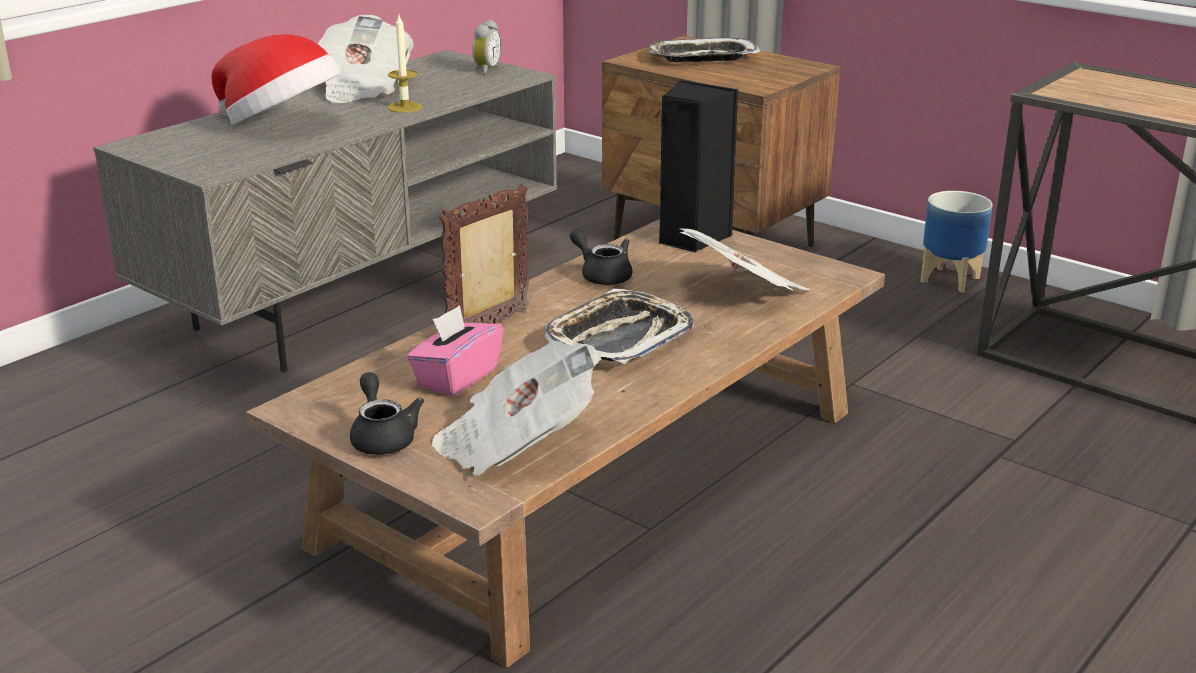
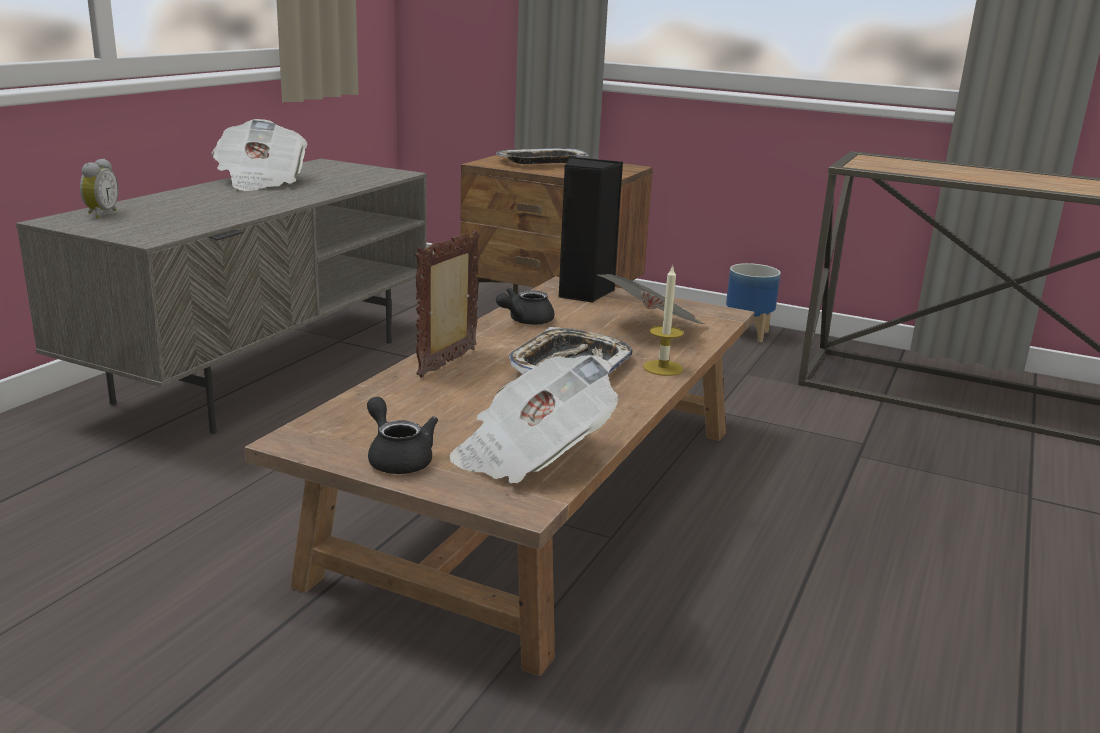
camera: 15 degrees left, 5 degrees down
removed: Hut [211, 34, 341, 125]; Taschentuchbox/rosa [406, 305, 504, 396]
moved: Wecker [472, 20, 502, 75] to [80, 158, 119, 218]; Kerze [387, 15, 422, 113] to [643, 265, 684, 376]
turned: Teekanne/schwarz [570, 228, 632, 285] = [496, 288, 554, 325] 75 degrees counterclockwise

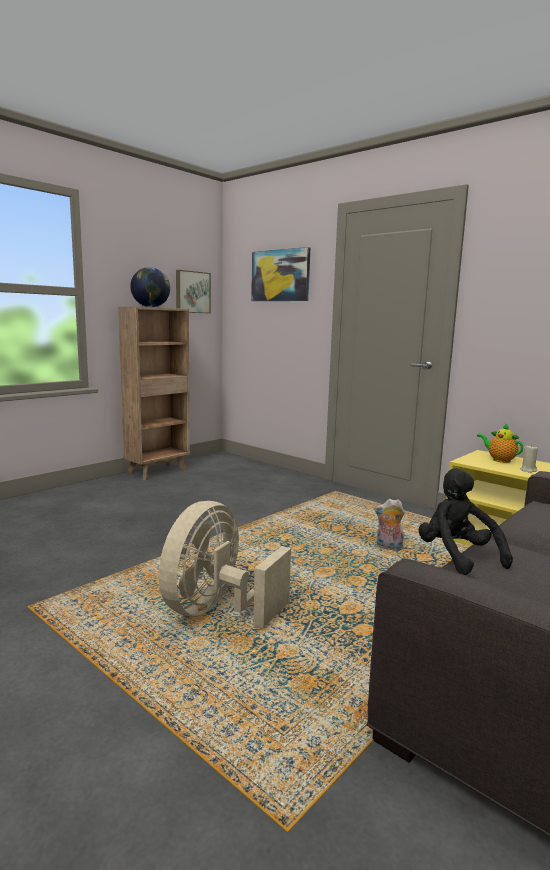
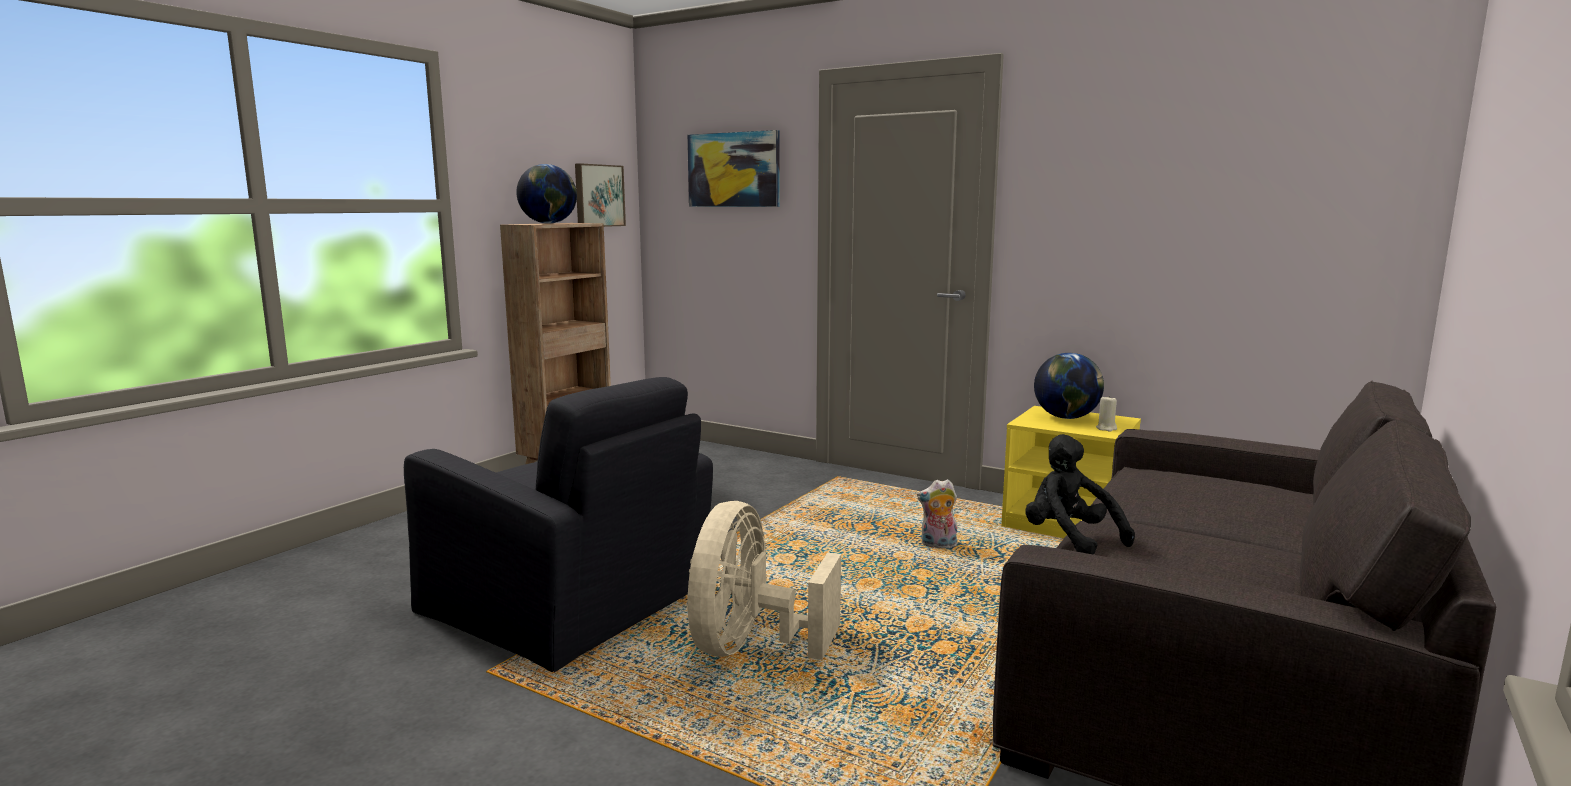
camera: 10 degrees left, 0 degrees up
added: Sessel/schwarz [404, 377, 713, 672]
replaced: Teekanne [477, 423, 523, 463] to Globus [1034, 353, 1104, 419]

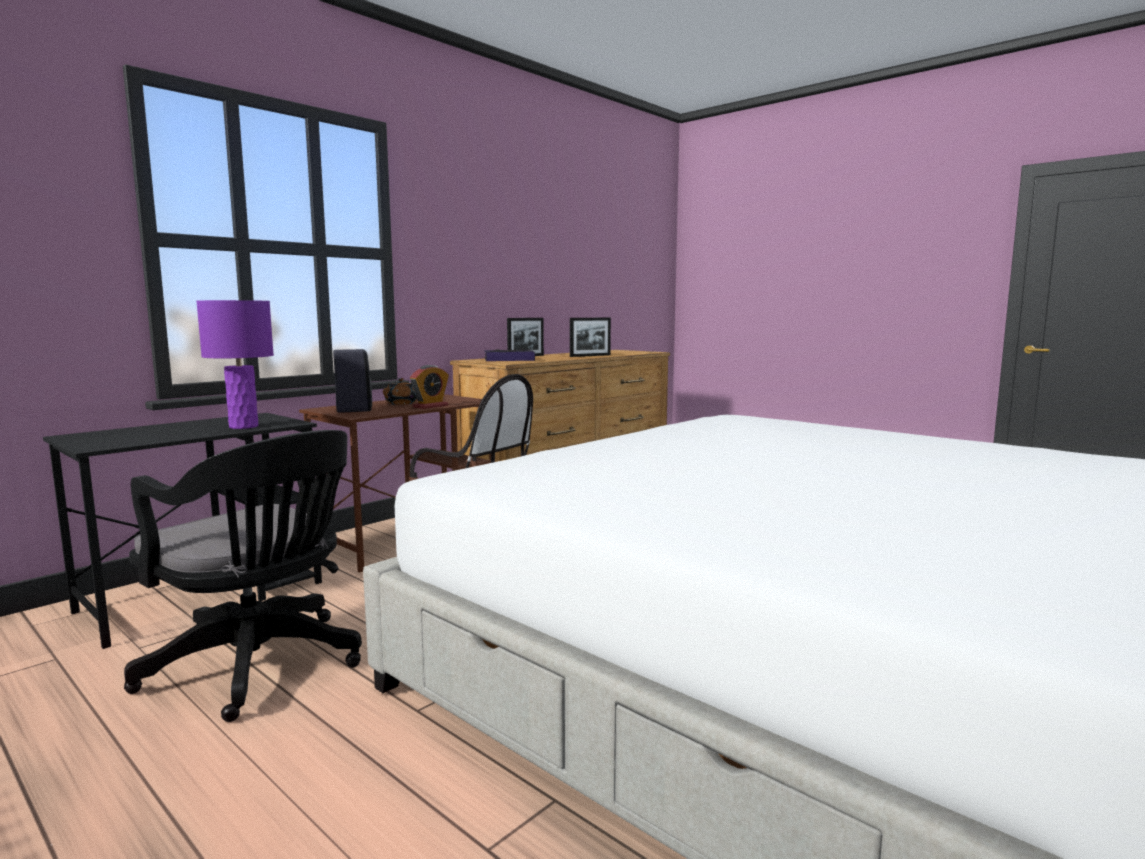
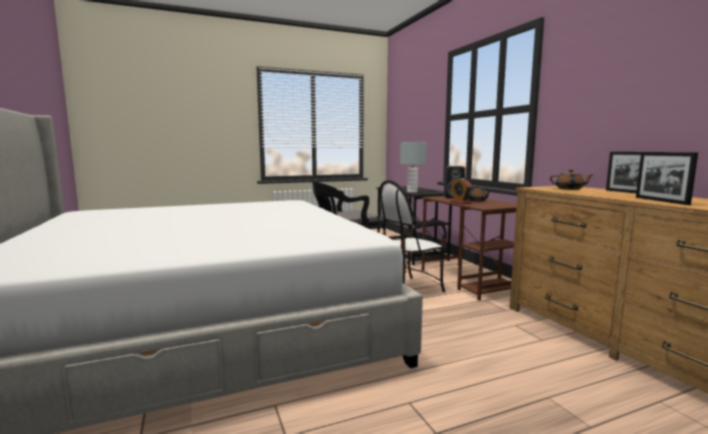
camera: 115 degrees right, 0 degrees up
replaced: Buch [484, 349, 535, 361] to Teekanne/braun [550, 170, 594, 190]
recoloured: Tischlampe/lila [197, 300, 274, 429] to Tischlampe/grau [400, 142, 427, 193]

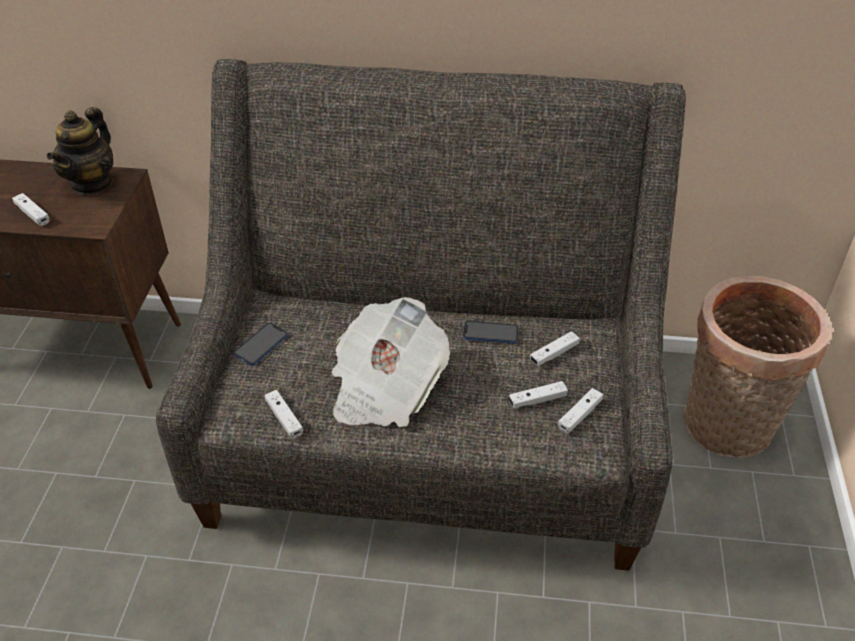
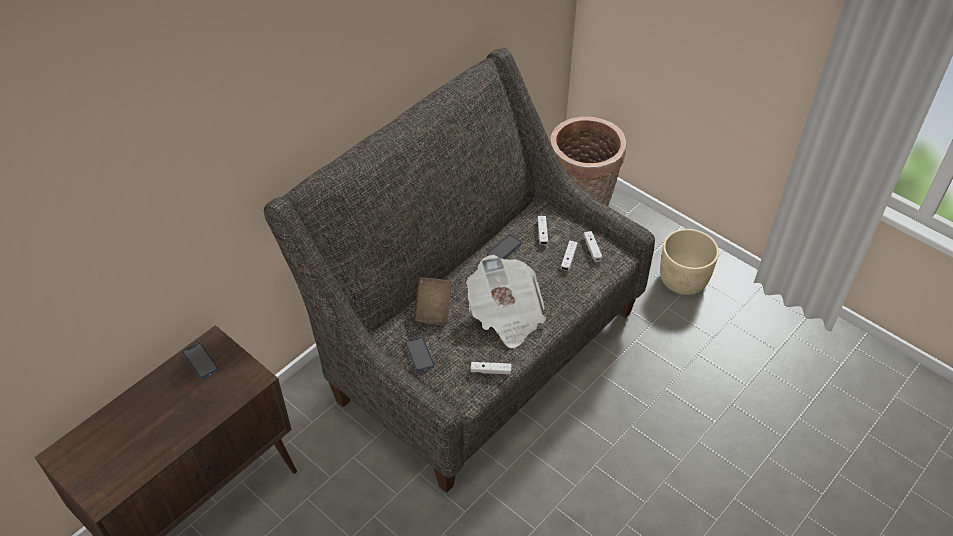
camera: 55 degrees left, 5 degrees up
removed: Gamepad/weiß [12, 193, 50, 226]
added: Buch/braun [414, 277, 451, 325]; Pflanzkübel/beige [660, 229, 719, 295]
replaced: Teekanne [47, 107, 113, 195] to Handy [182, 343, 219, 379]

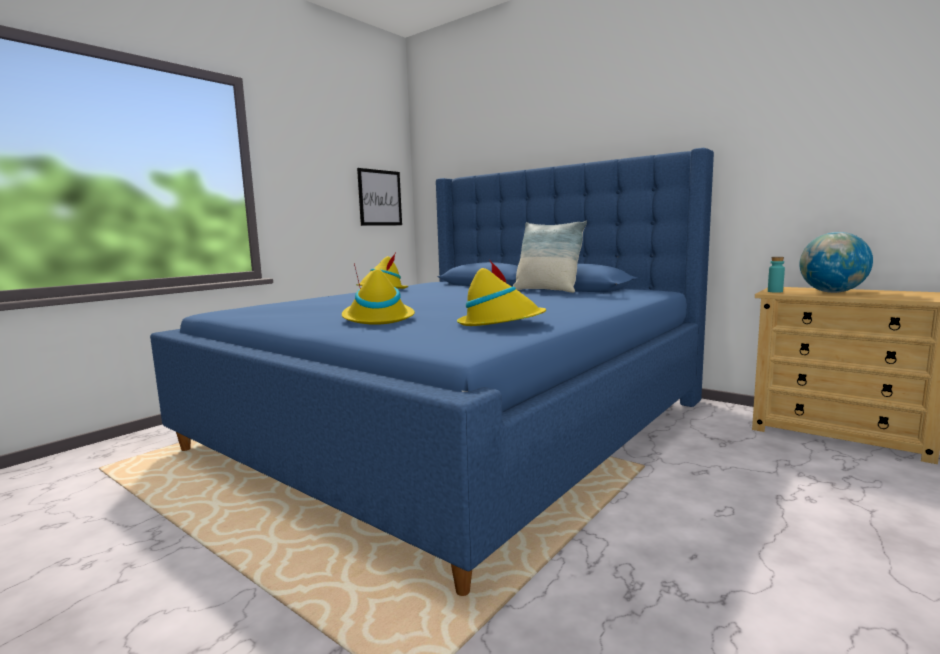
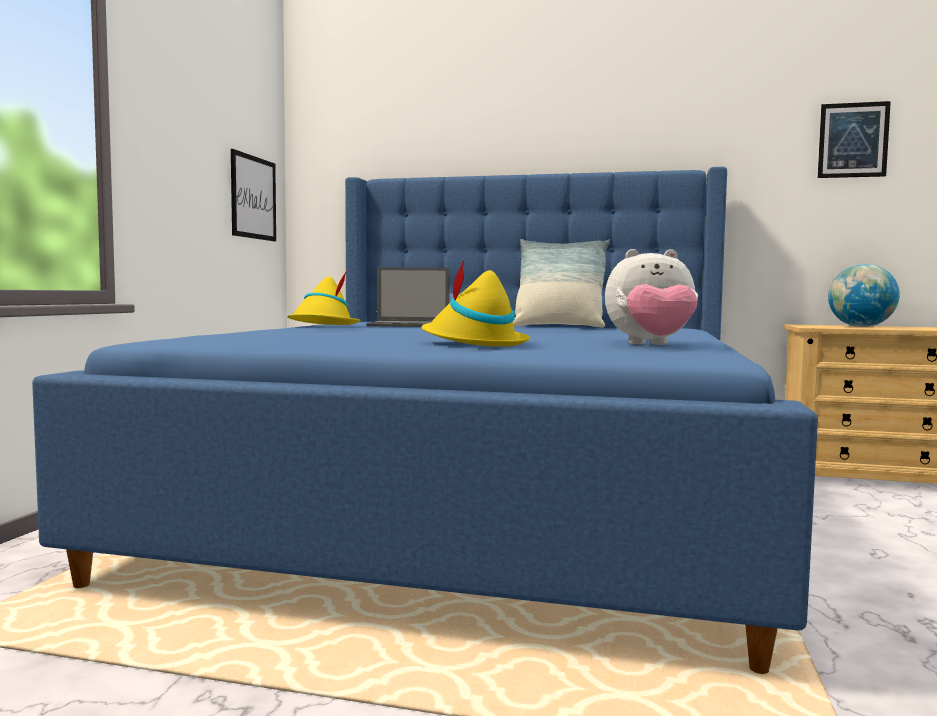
camera: 25 degrees left, 5 degrees down
removed: Flasche/türkis [768, 257, 785, 293]
added: Laptop [367, 267, 450, 327]; Bild [818, 101, 891, 178]
replaced: Hut/gelb [457, 261, 546, 326] to Plüschtier [605, 249, 698, 345]

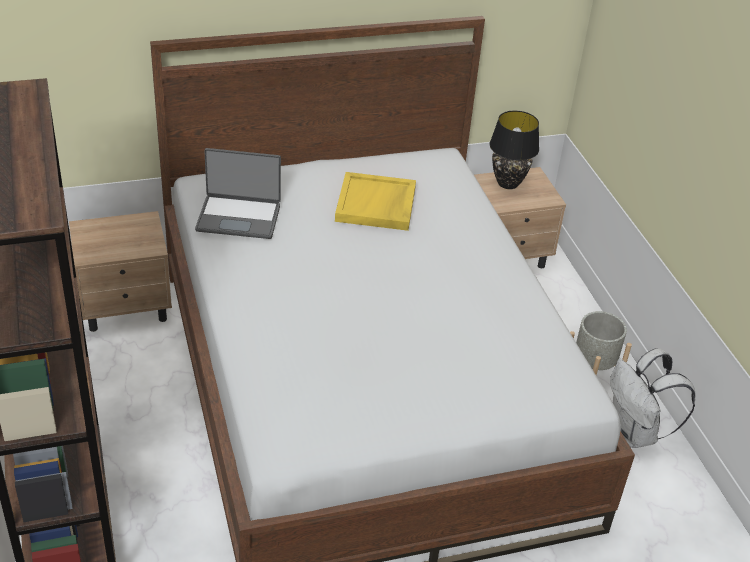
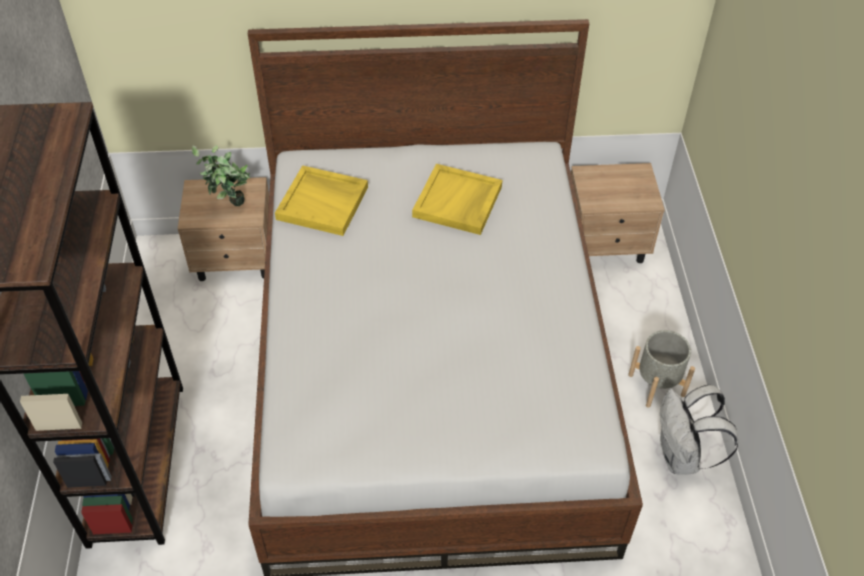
camera: 15 degrees right, 10 degrees up
removed: Tischlampe/schwarz [490, 110, 539, 189]
added: Topfpflanze [192, 145, 250, 206]
replaced: Laptop [195, 148, 281, 239] to Tablett/gelb [275, 165, 368, 236]

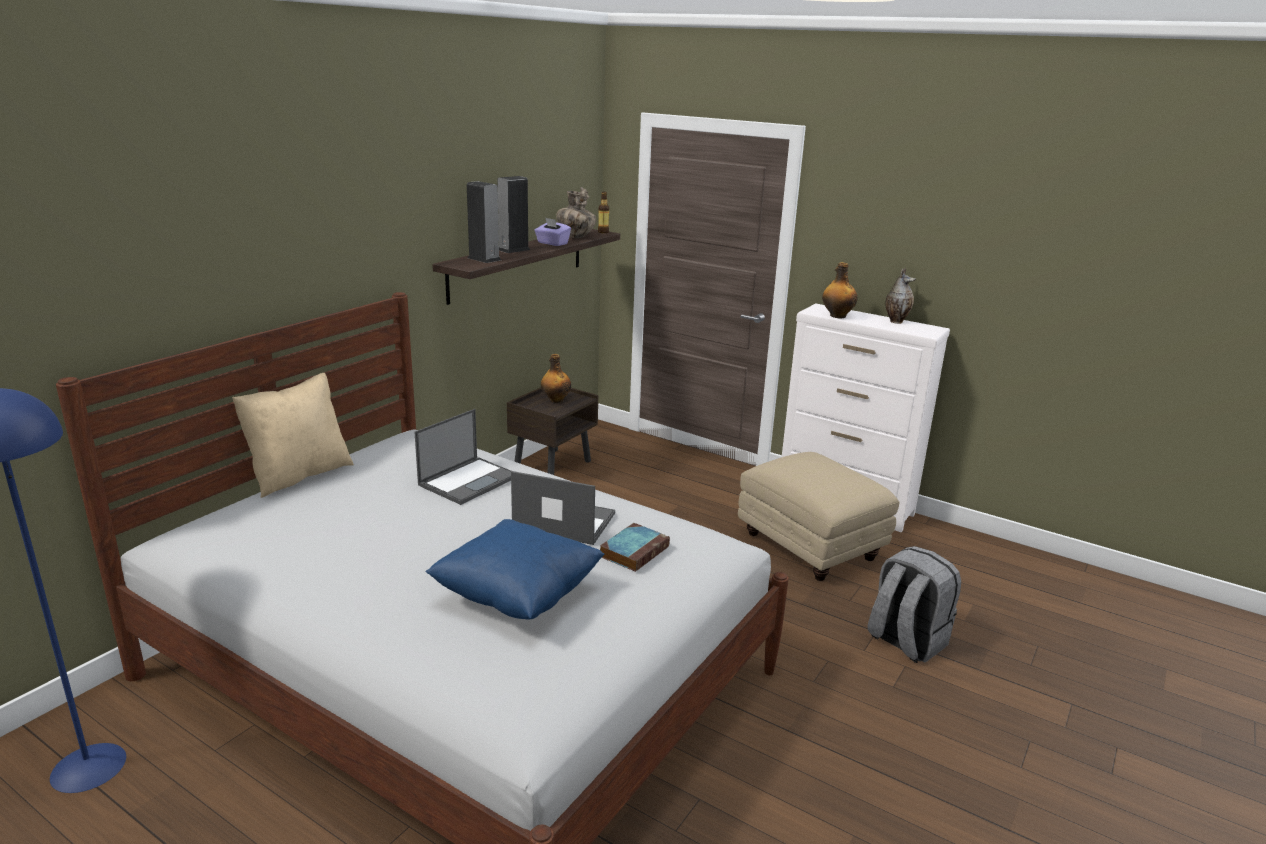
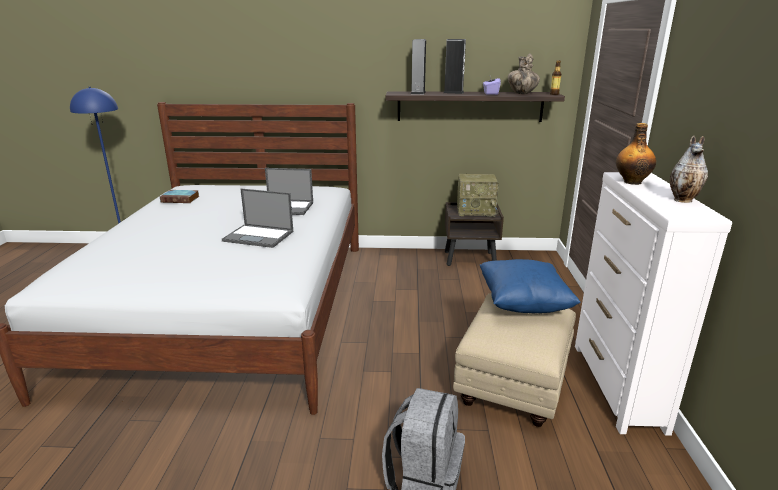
camera: 60 degrees right, 0 degrees up
removed: Kissen/beige [232, 373, 354, 498]
moved: Buch [600, 523, 670, 572] to [160, 190, 200, 203]; Kissen/blau [426, 519, 605, 620] to [480, 259, 581, 313]
replaced: Flasche [541, 354, 571, 403] to Radio [457, 174, 499, 217]
turned: Laptop [511, 471, 615, 545] = [222, 189, 293, 248] 120 degrees clockwise

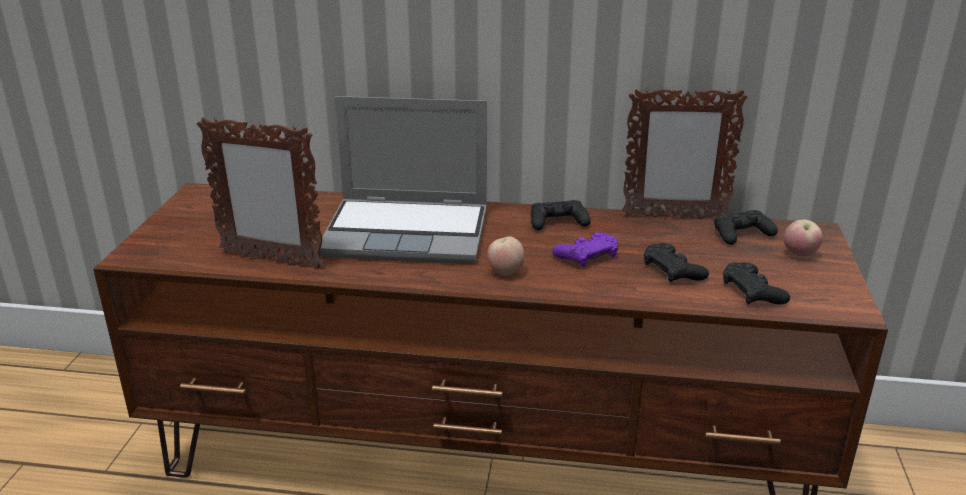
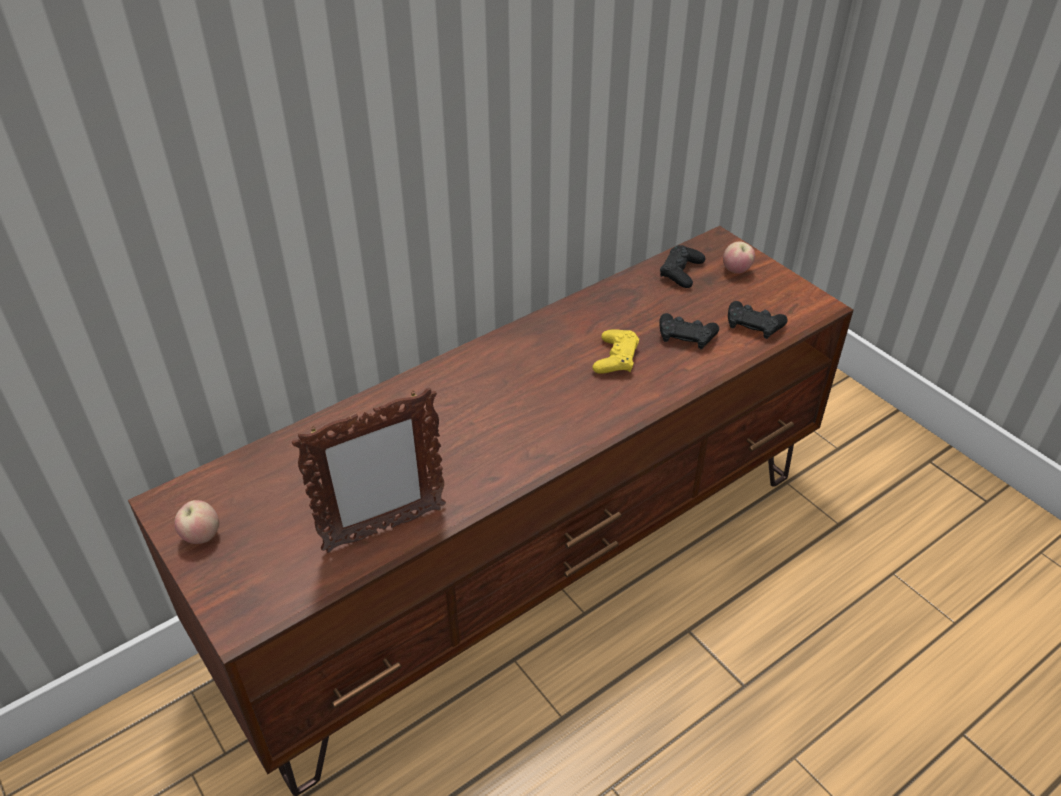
camera: 45 degrees left, 15 degrees up
removed: Laptop [320, 96, 487, 264]; Gamepad/schwarz [531, 200, 591, 230]; Bilderrahmen [622, 88, 748, 219]
moved: Apfel [487, 236, 525, 276] to [174, 500, 219, 544]
recoloured: Gamepad/lila [552, 232, 618, 268] to Gamepad/gelb [592, 329, 639, 374]

